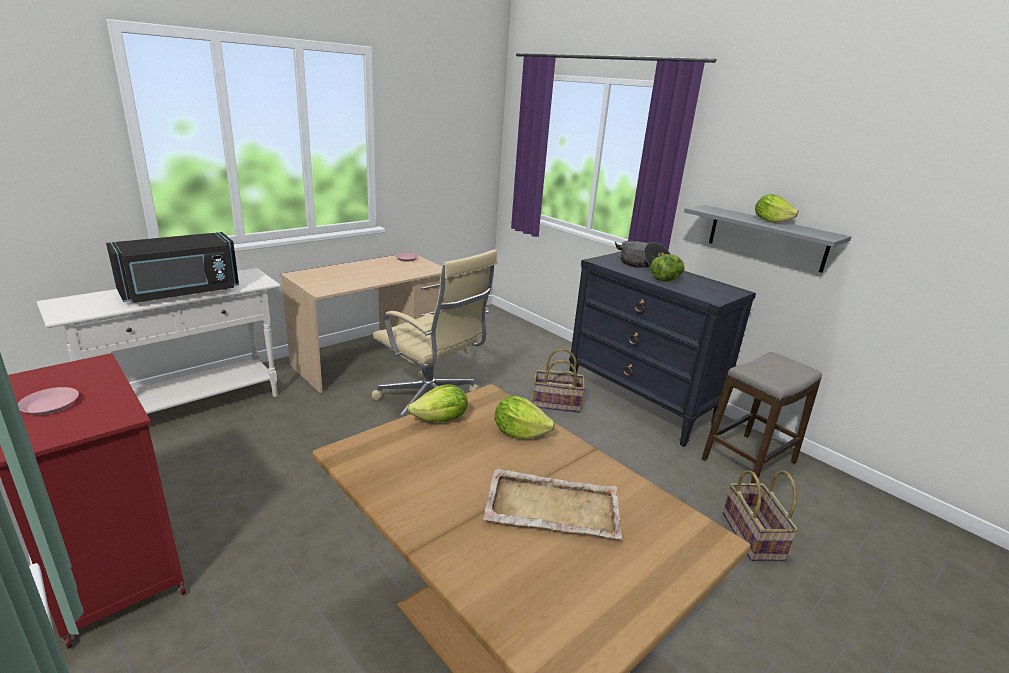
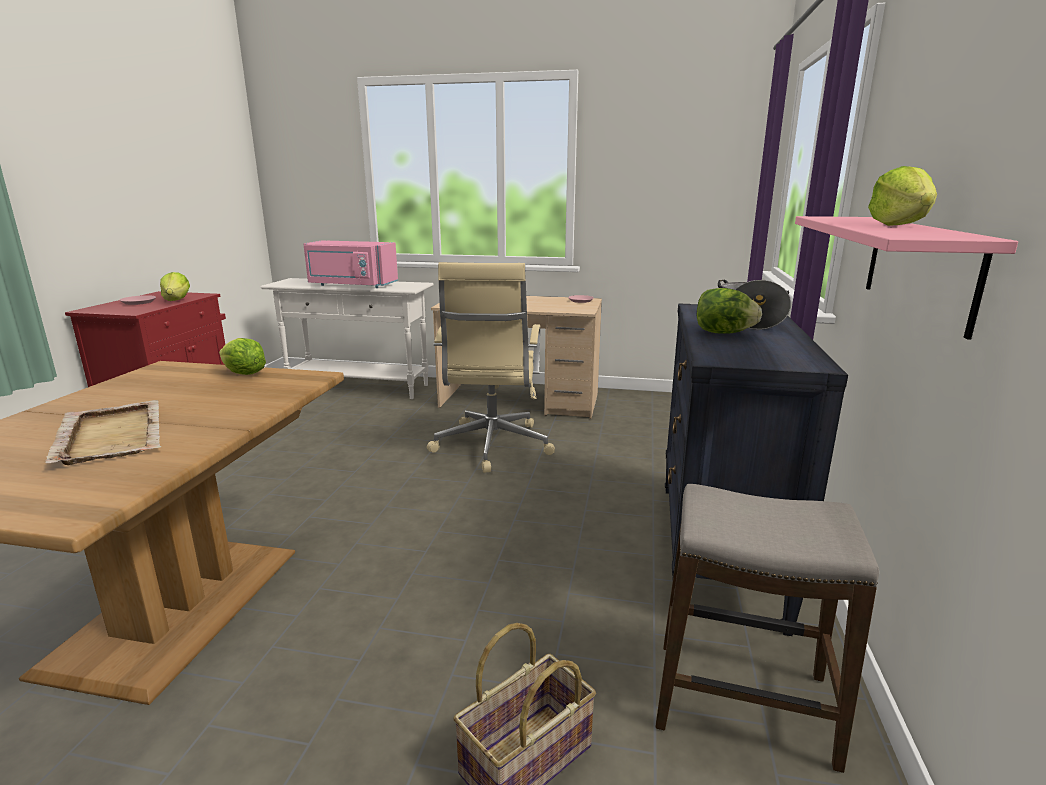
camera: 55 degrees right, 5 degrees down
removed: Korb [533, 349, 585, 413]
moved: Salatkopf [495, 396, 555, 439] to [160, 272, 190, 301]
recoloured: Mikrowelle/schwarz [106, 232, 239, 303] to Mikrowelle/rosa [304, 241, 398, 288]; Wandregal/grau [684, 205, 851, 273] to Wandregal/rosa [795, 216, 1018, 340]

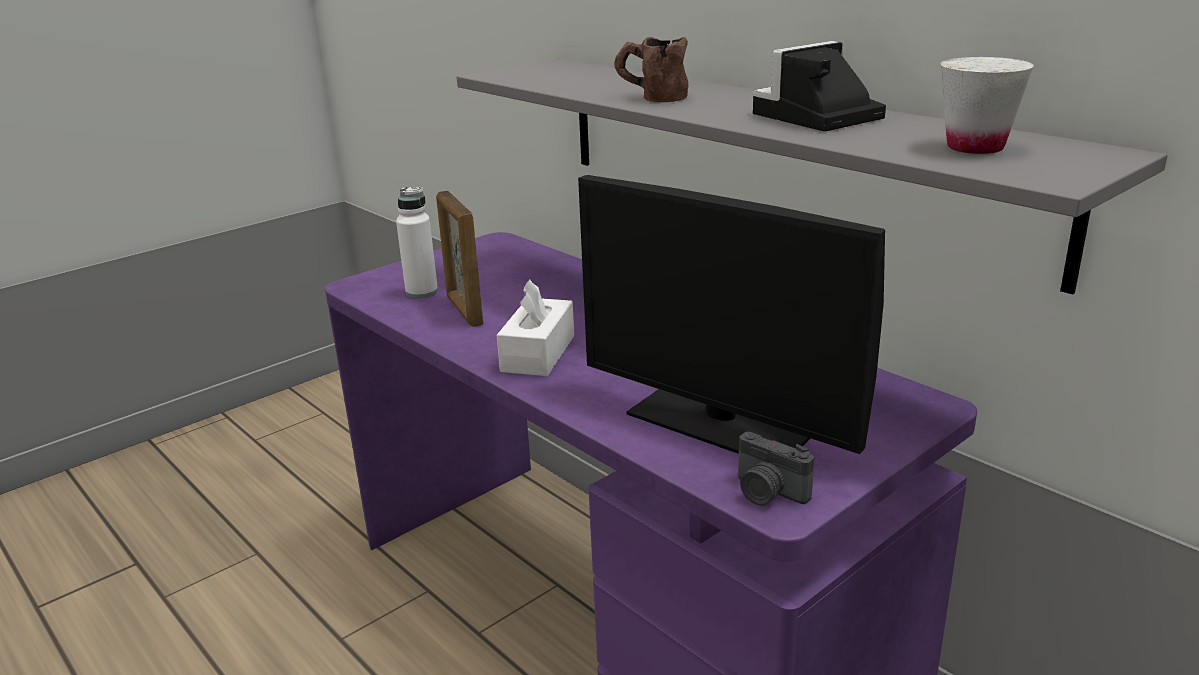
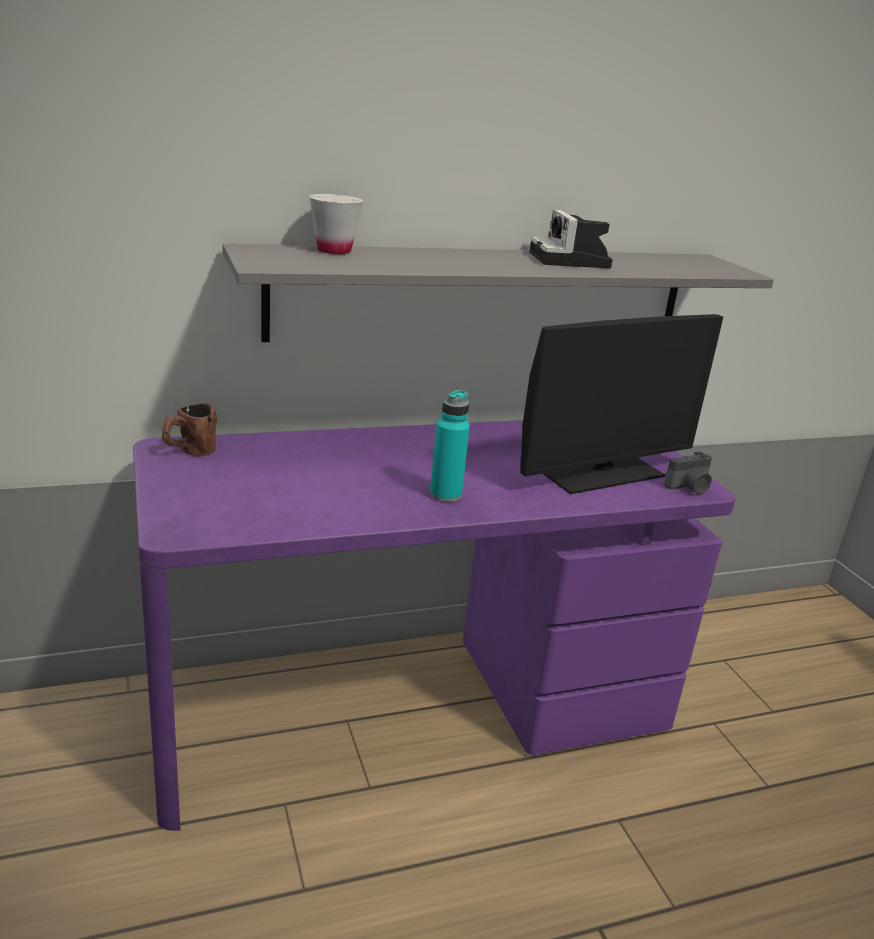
camera: 70 degrees left, 0 degrees up
removed: Flasche/weiß [396, 187, 438, 298]; Bilderrahmen [436, 191, 483, 327]
moved: Henkelbecher/braun [614, 37, 688, 102] to [162, 402, 217, 456]; Tasse/weiß [940, 57, 1034, 154] to [309, 194, 363, 254]
replaced: Taschentuchbox/weiß [497, 279, 574, 376] to Flasche/türkis [430, 390, 470, 502]

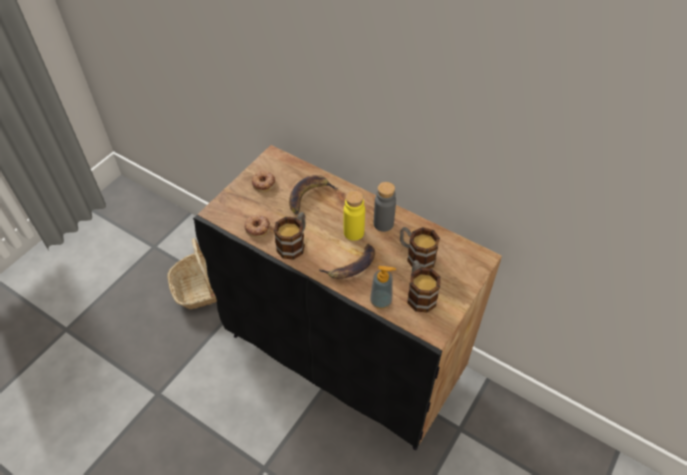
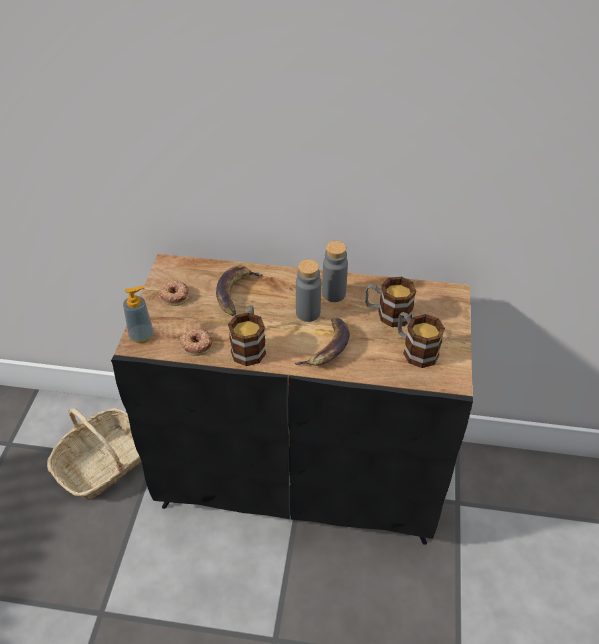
camera: 25 degrees left, 5 degrees down
moved: Seifenspender [370, 266, 396, 309] to [123, 286, 154, 344]
recoloured: Flasche/gelb [344, 191, 365, 241] to Flasche/grau [296, 259, 321, 322]

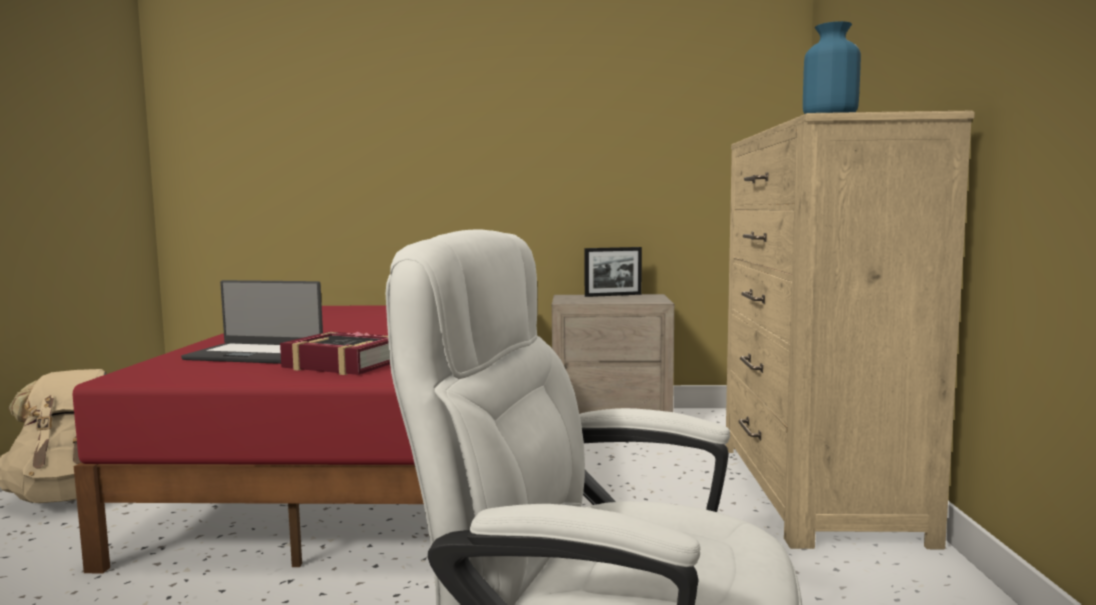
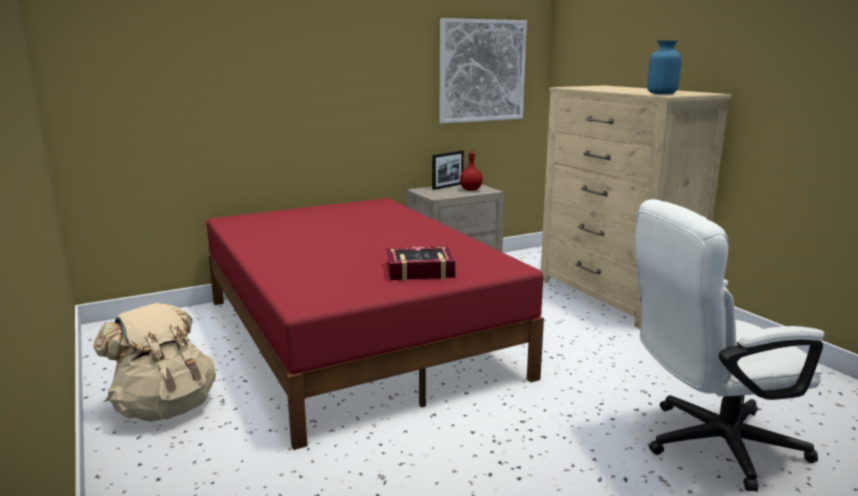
camera: 30 degrees left, 10 degrees up
removed: Laptop [181, 280, 323, 364]
added: Bild [439, 18, 527, 123]; Flasche/rot [460, 150, 483, 191]

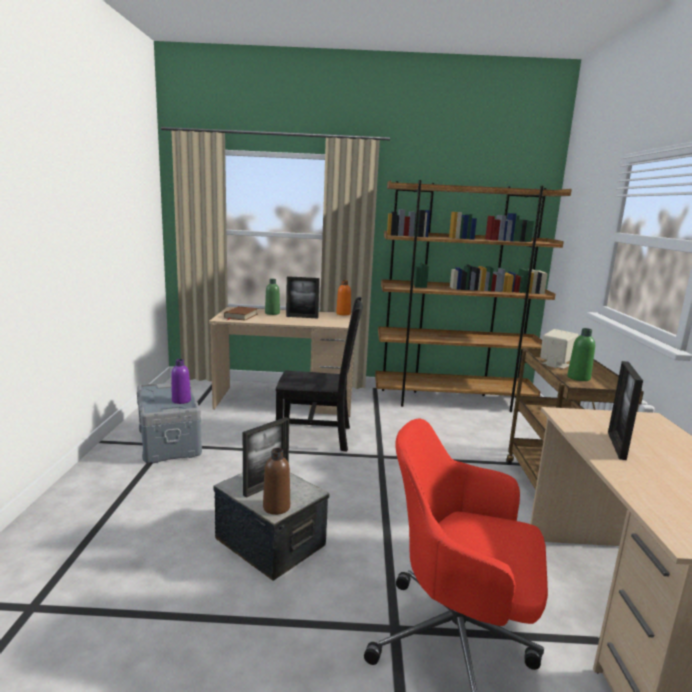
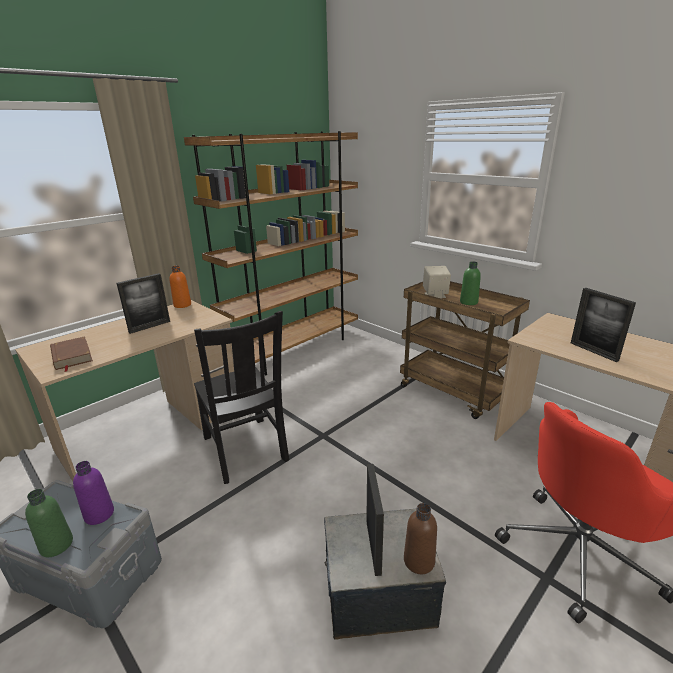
camera: 45 degrees left, 10 degrees up
moved: Flasche/grün [265, 279, 280, 315] to [25, 489, 73, 557]
turned: Stuhl/schwarz [276, 297, 363, 452] = [194, 311, 289, 484] 105 degrees clockwise

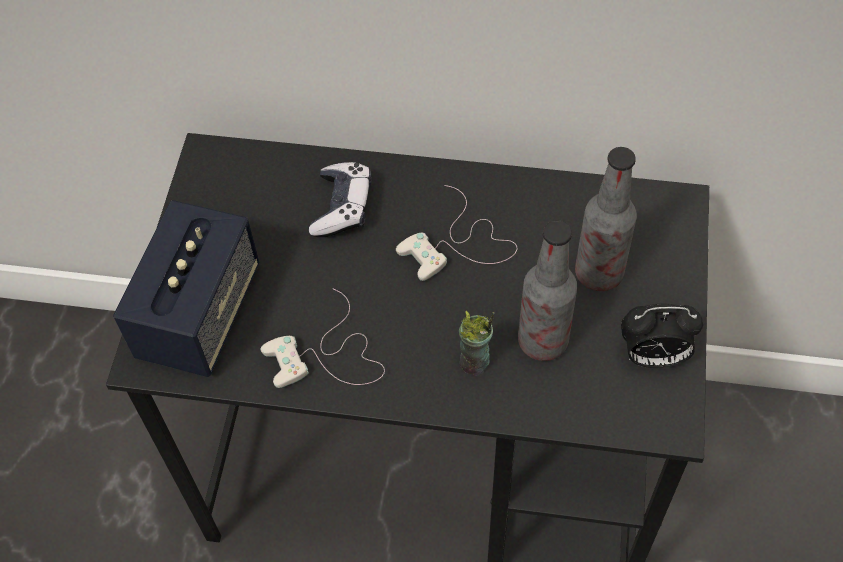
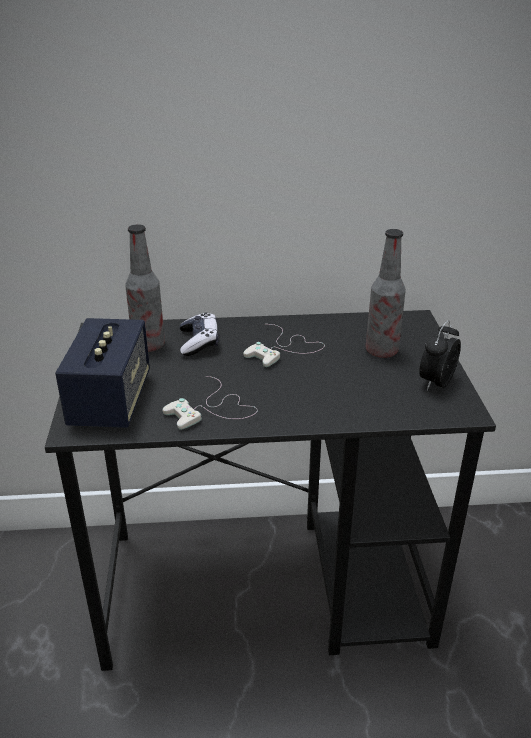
camera: 15 degrees left, 25 degrees down
removed: Tasse [459, 310, 494, 376]
moved: Flasche [518, 220, 577, 361] to [125, 224, 165, 352]
turned: Wecker [621, 304, 703, 368] = [419, 320, 461, 391] 135 degrees clockwise

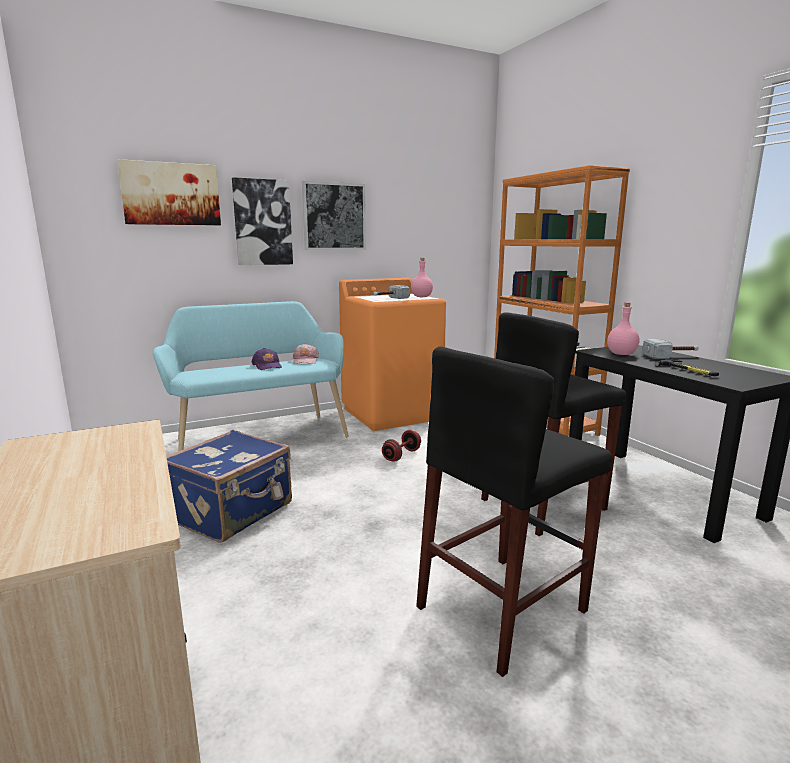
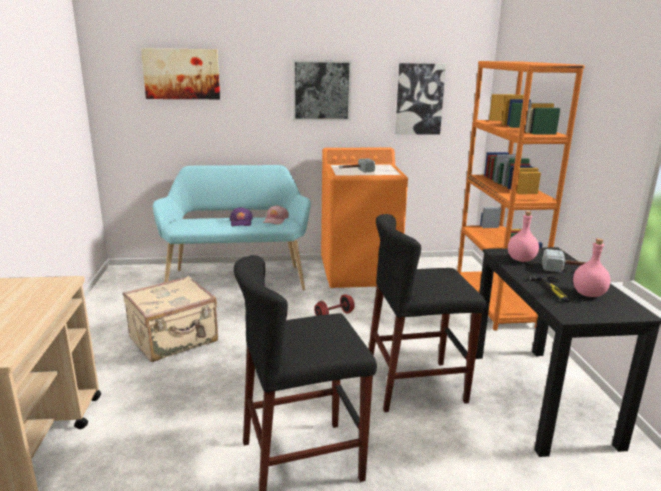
camera: 20 degrees right, 5 degrees up
moved: Bild [232, 177, 293, 265] to [395, 63, 446, 135]; Flasche/rosa [411, 258, 433, 297] to [573, 239, 610, 297]
recoloured: Koffer/blau [166, 430, 292, 543] to Koffer/beige [123, 276, 218, 362]

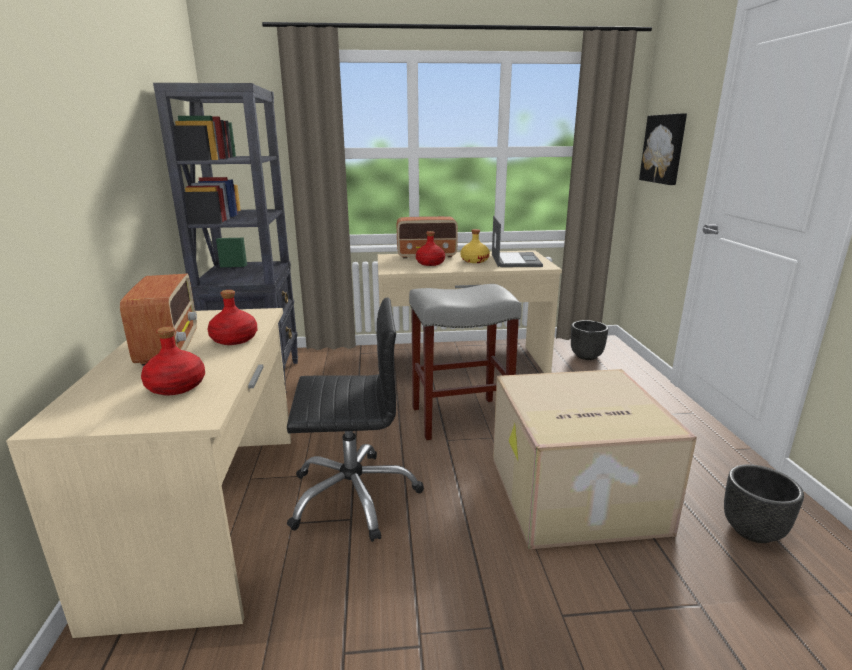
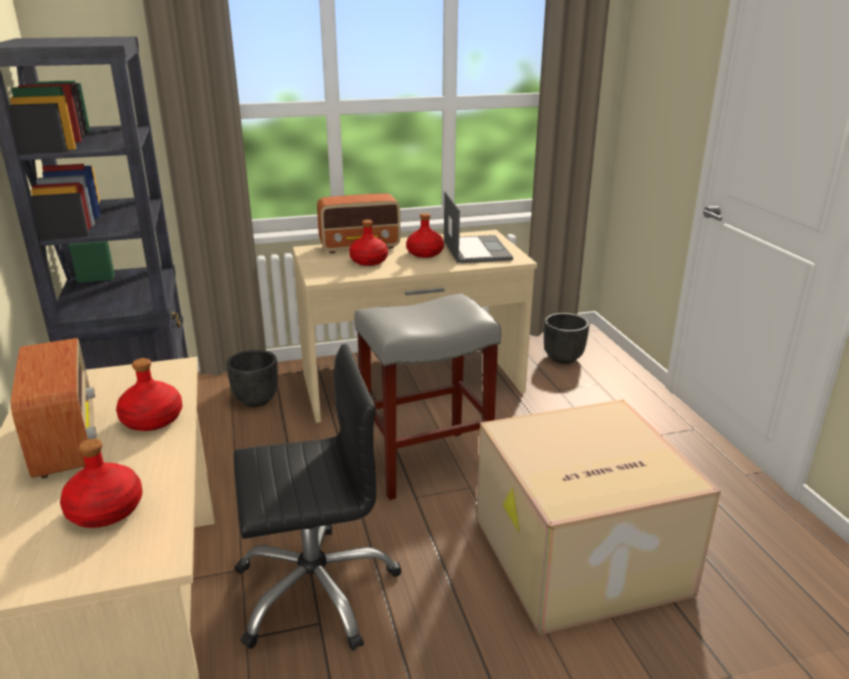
camera: 10 degrees left, 5 degrees up
removed: Bild [639, 113, 687, 185]
moved: Pflanzkübel/schwarz [724, 464, 804, 543] to [226, 350, 278, 407]
recoloured: Flasche/gelb [461, 229, 490, 263] to Flasche/rot [406, 213, 444, 258]

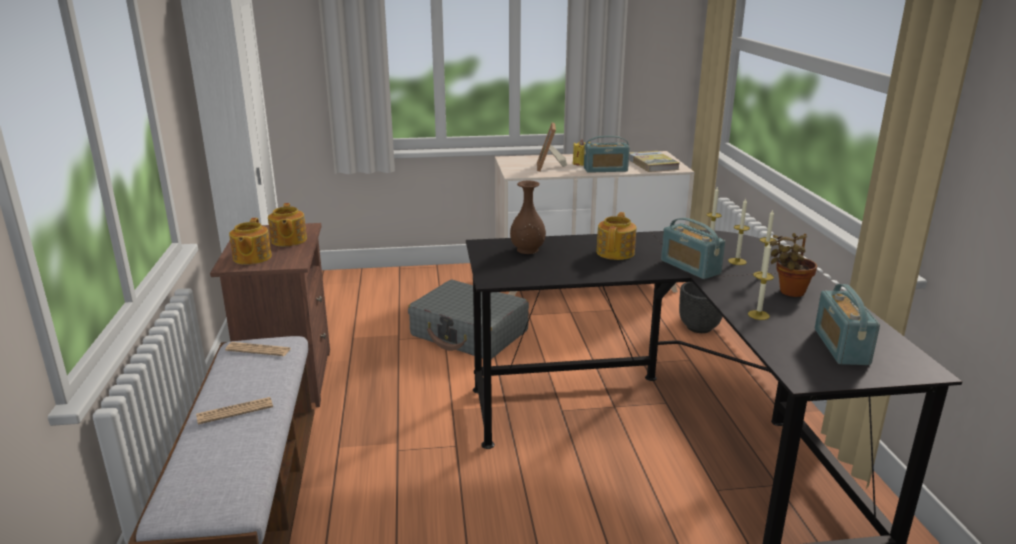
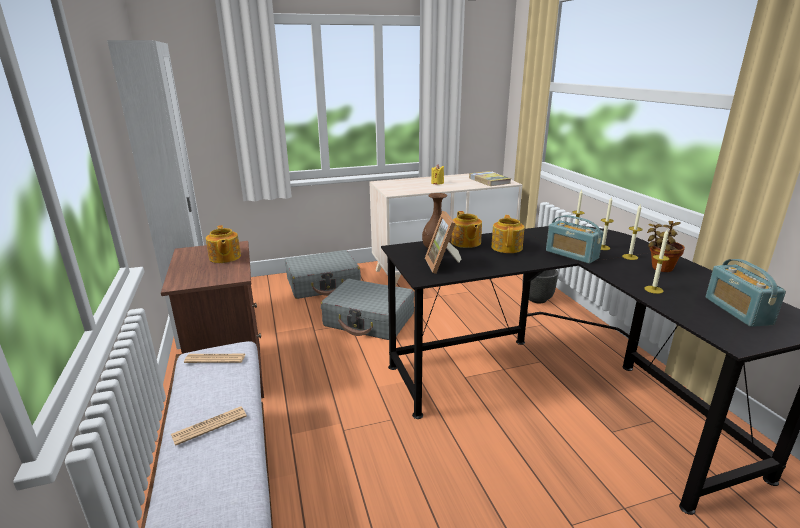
camera: 10 degrees left, 0 degrees up
removed: Radio [584, 136, 630, 173]
added: Koffer/grau [285, 250, 361, 299]
moved: Bilderrahmen [537, 122, 567, 172] to [425, 211, 461, 274]; Teekanne [229, 218, 272, 265] to [451, 211, 482, 248]

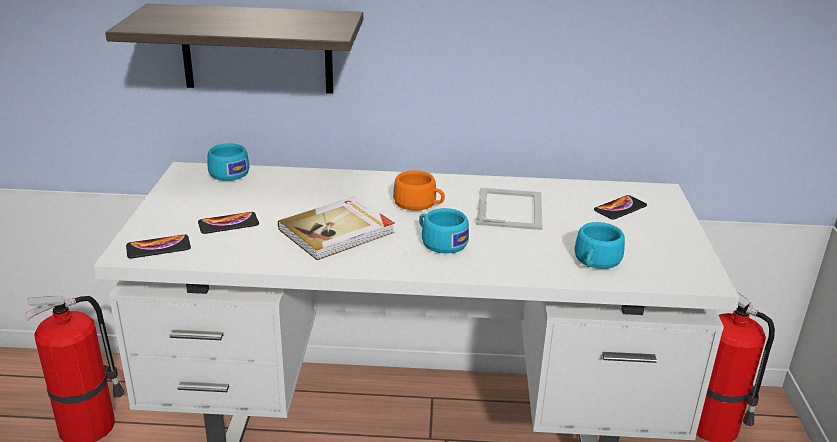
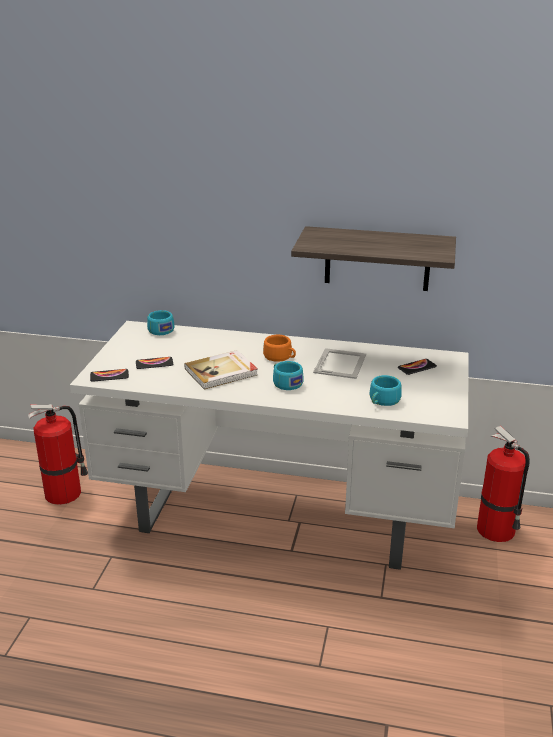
camera: 10 degrees right, 0 degrees up
moved: Wandregal [105, 4, 363, 94] to [291, 226, 456, 291]

